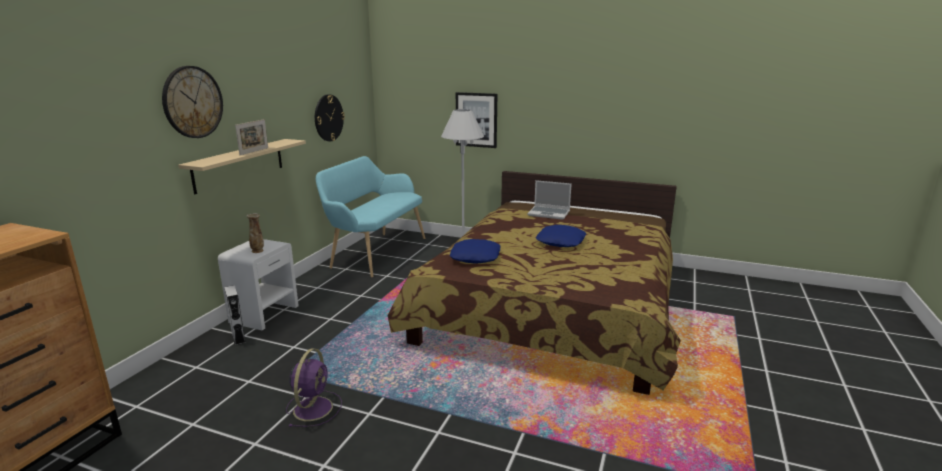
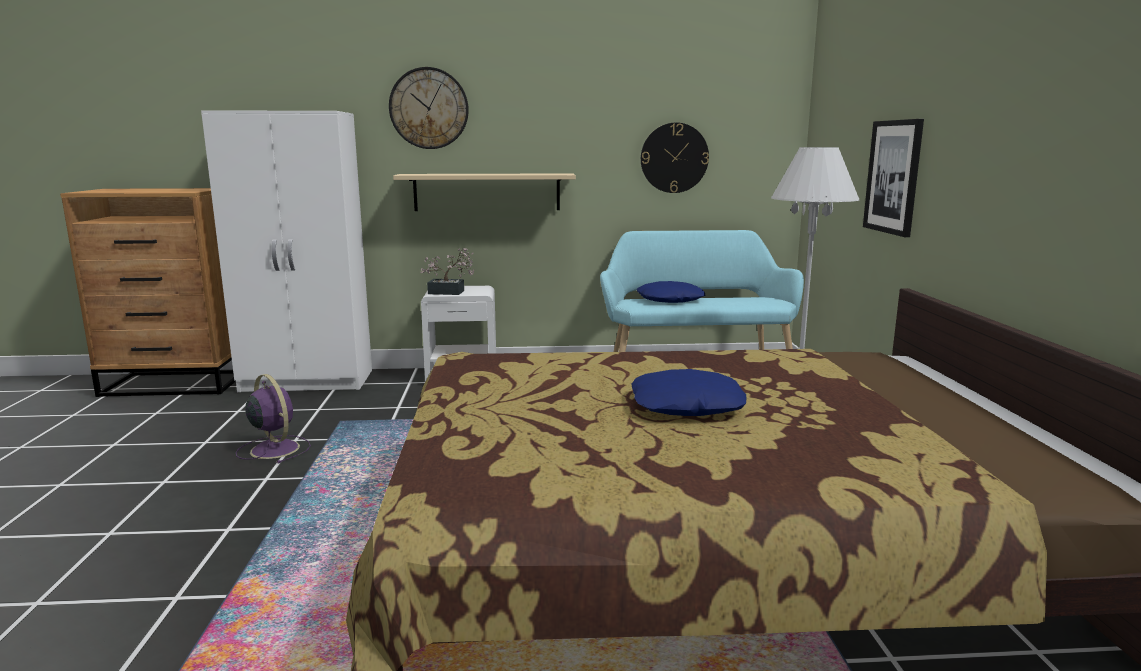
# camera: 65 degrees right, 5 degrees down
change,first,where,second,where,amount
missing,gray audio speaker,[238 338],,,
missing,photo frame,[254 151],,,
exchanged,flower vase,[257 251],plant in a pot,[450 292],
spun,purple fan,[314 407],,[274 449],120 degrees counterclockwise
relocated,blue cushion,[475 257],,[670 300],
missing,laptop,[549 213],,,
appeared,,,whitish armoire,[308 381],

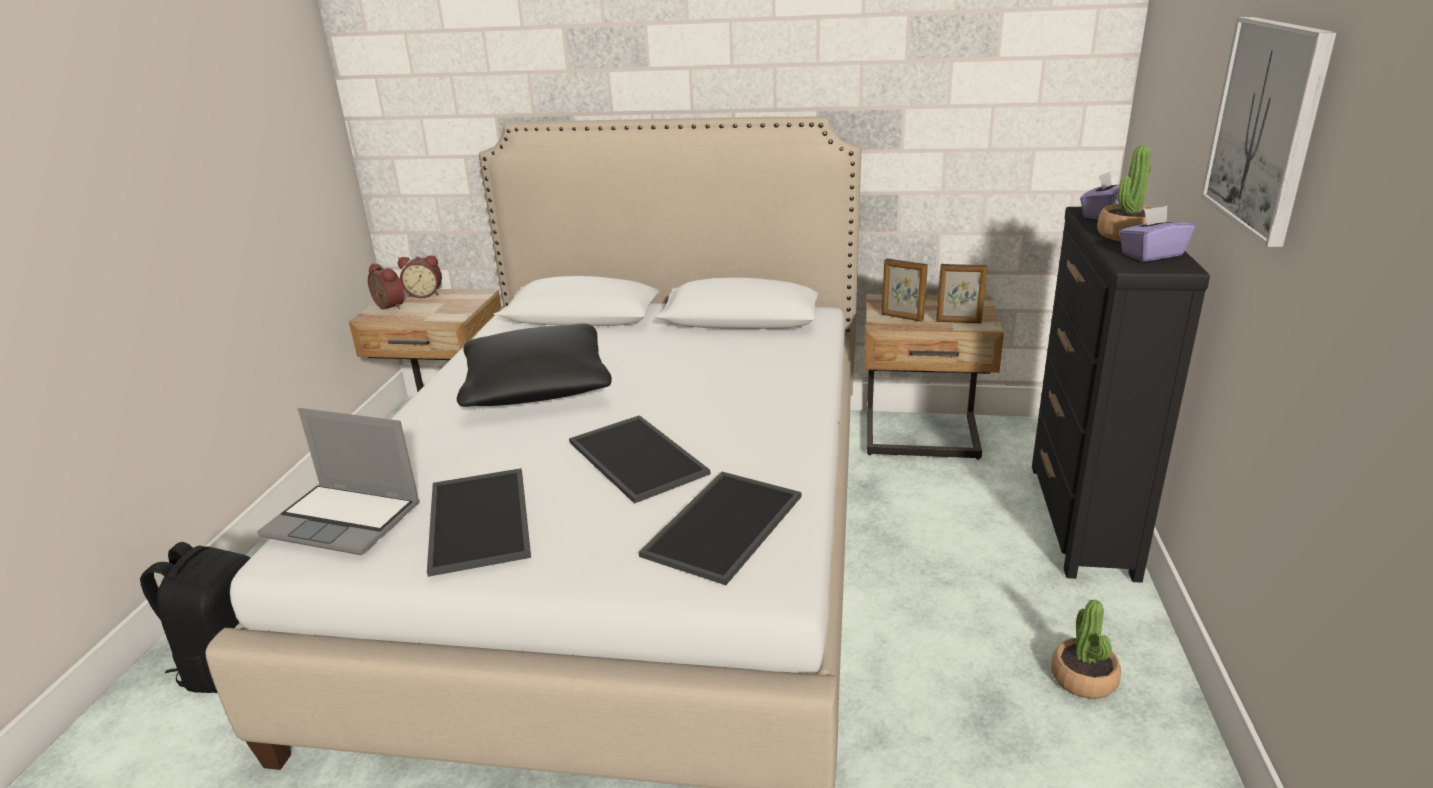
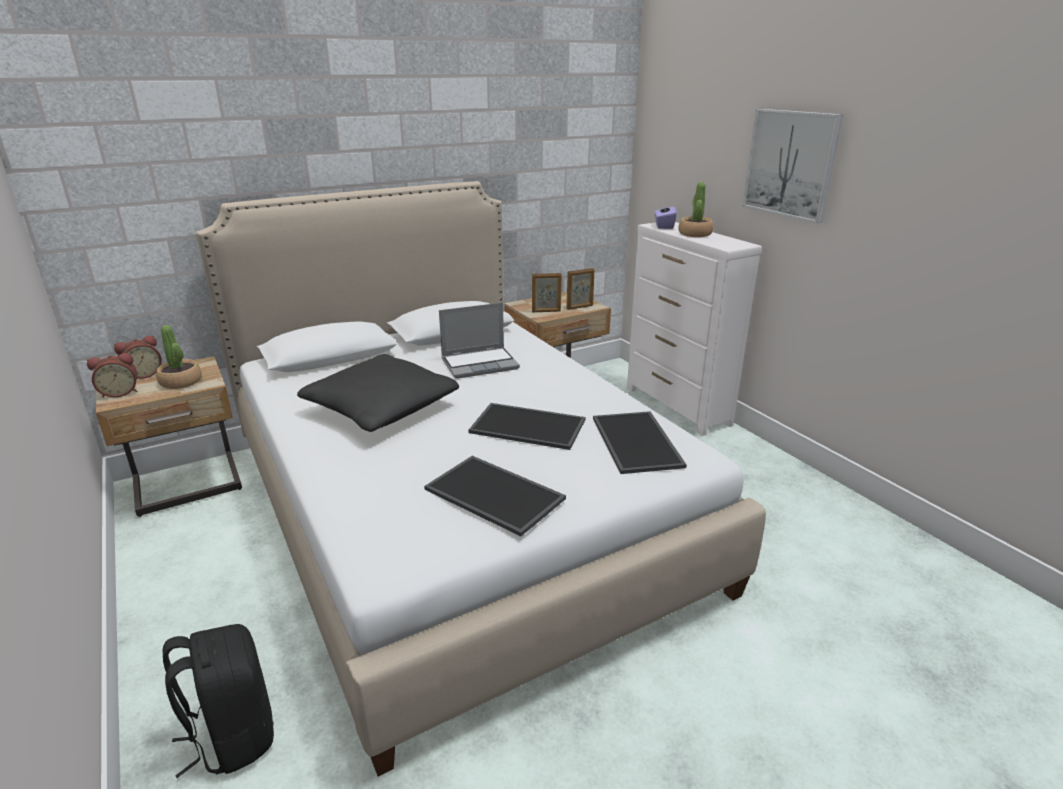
# camera: 40 degrees left, 0 degrees up
change,first,where,second,where,amount
relocated,laptop,[345 520],,[480 364],
spun,alarm clock,[387 307],,[120 392],150 degrees clockwise
colour,blackish dresser,[1081 519],whitish dresser,[677 406],
relocated,plant in a pot,[1083 678],,[181 382],
missing,purple box of tissues,[1151 255],,,

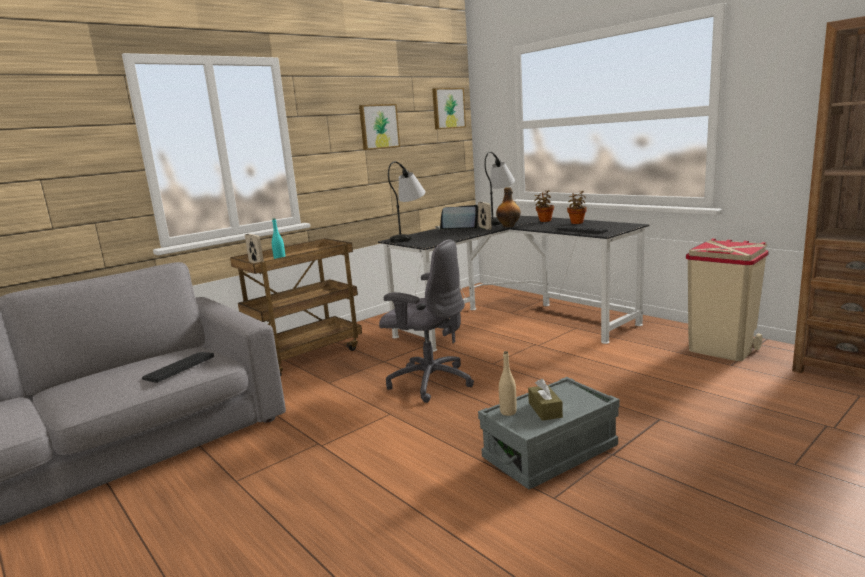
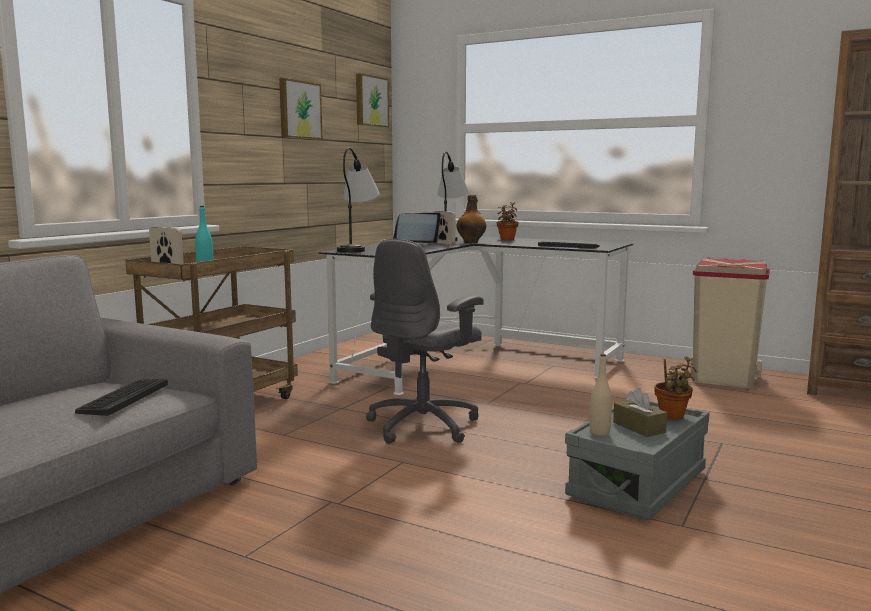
# camera: 20 degrees left, 5 degrees down
change,first,where,second,where,amount
spun,gray office chair,[429 382],,[424 425],120 degrees clockwise
relocated,plant in a pot,[577 223],,[673 416],

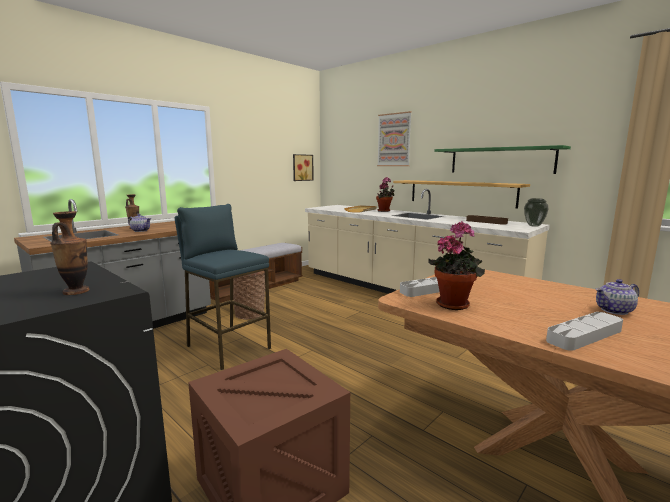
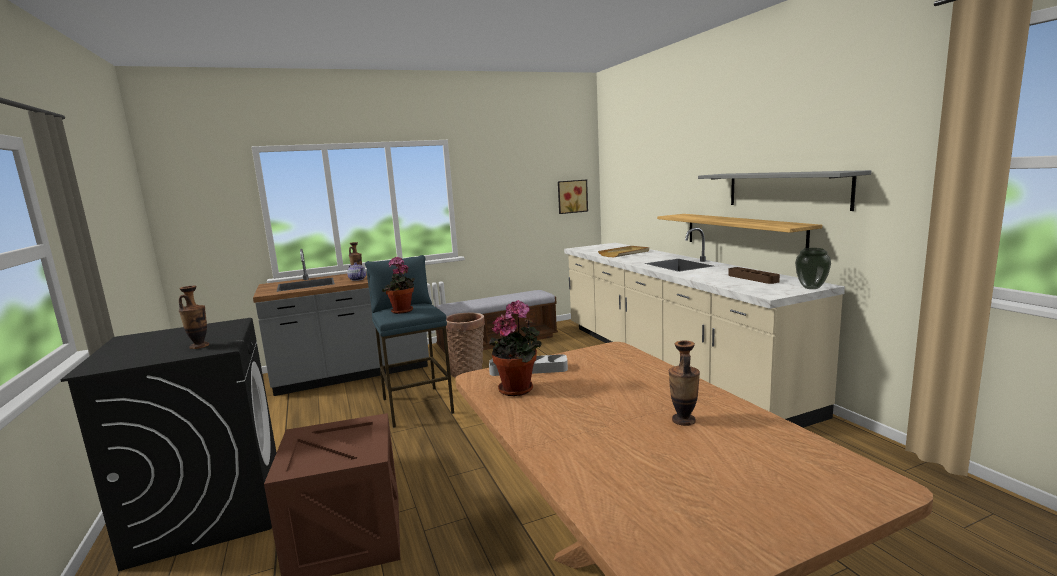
# camera: 25 degrees right, 0 degrees up
change,first,where,second,where,amount
relocated,plant in a pot,[384 211],,[402 311],
missing,wall picture,[394 140],,,
colour,green-coloured bracket shelf,[500 160],gray bracket shelf,[786 190],
missing,gray tray,[584 335],,,
exchanged,tea pot,[615 310],flower vase,[683 420],

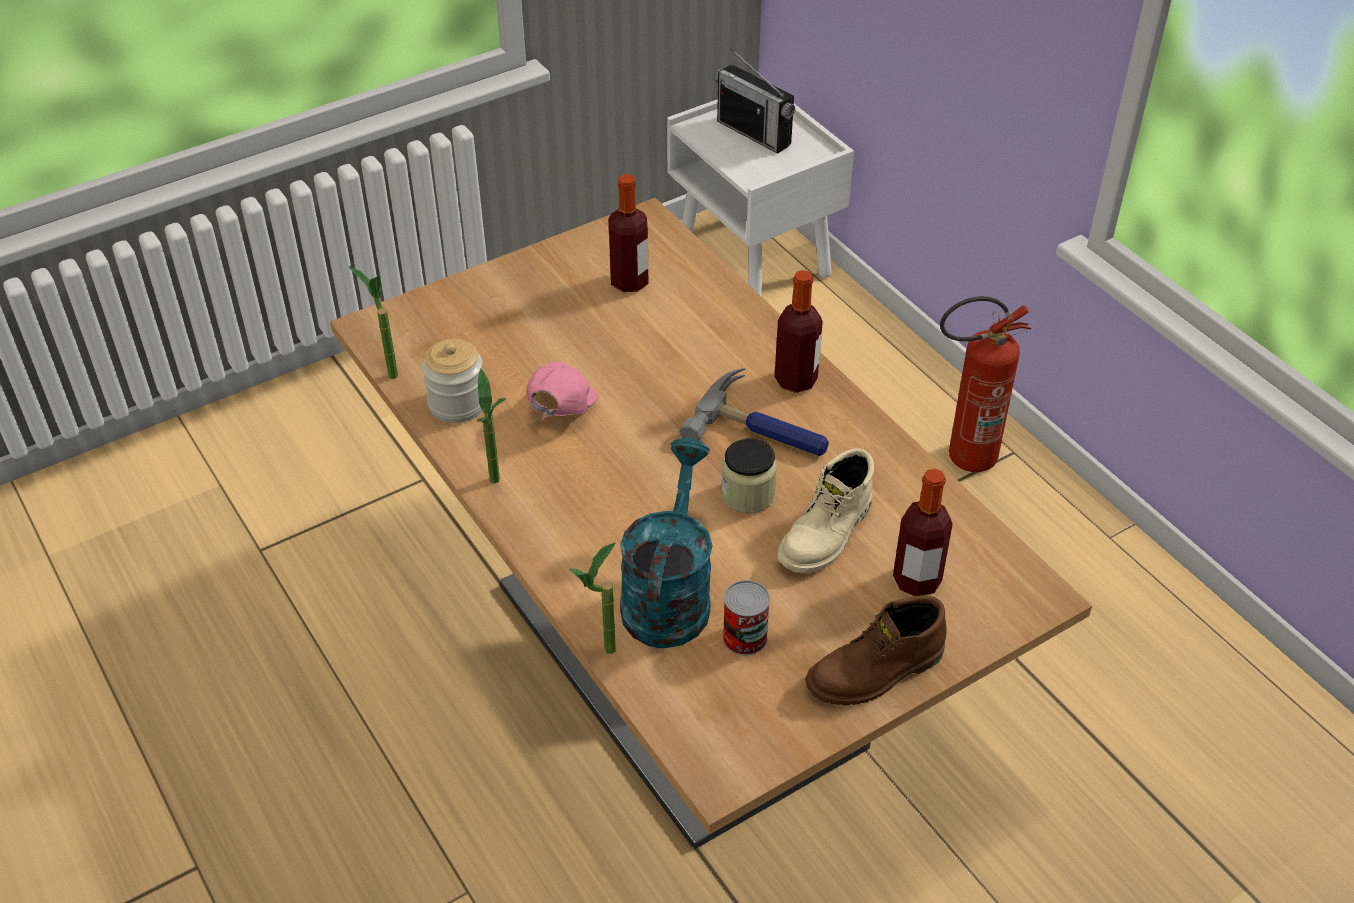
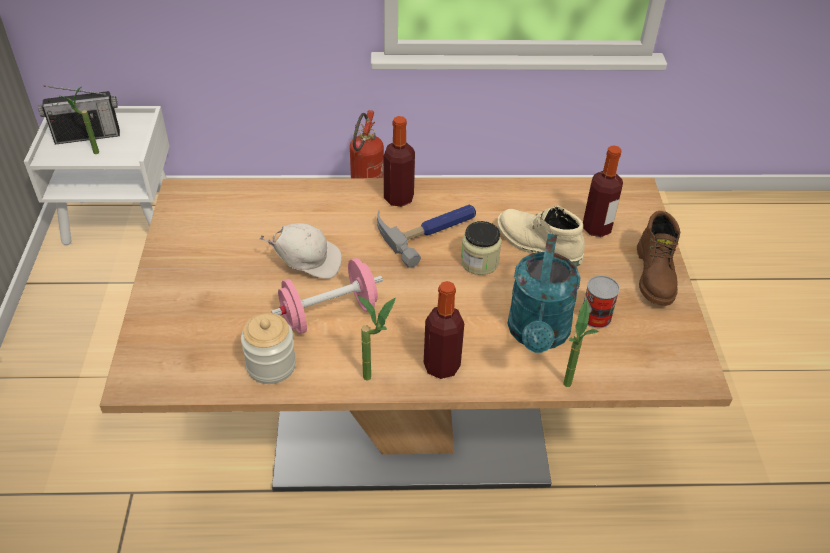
# camera: 60 degrees left, 0 degrees up
change,first,where,second,where,amount
relocated,plant in a pot,[386 371],,[90 153],
exchanged,pinkish cap,[560 411],pinkish hand weight,[329 314],
relocated,beverage bottle,[629 282],,[441 366],
spun,blue-green watering pot,[668 594],,[538 335],120 degrees counterclockwise
spun,sand-coloured tall boot,[827 535],,[537 245],150 degrees clockwise
appeared,,,whitish cap,[307 263],

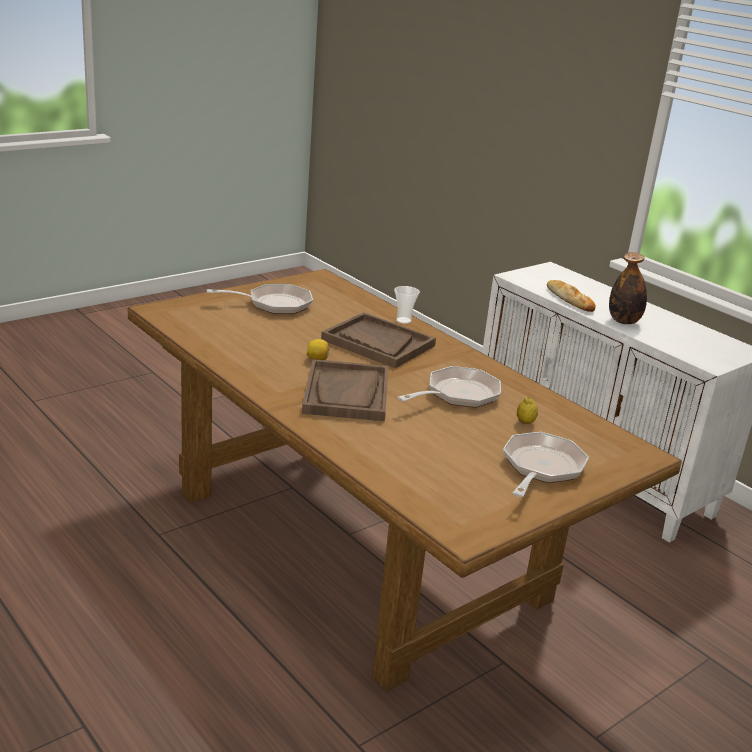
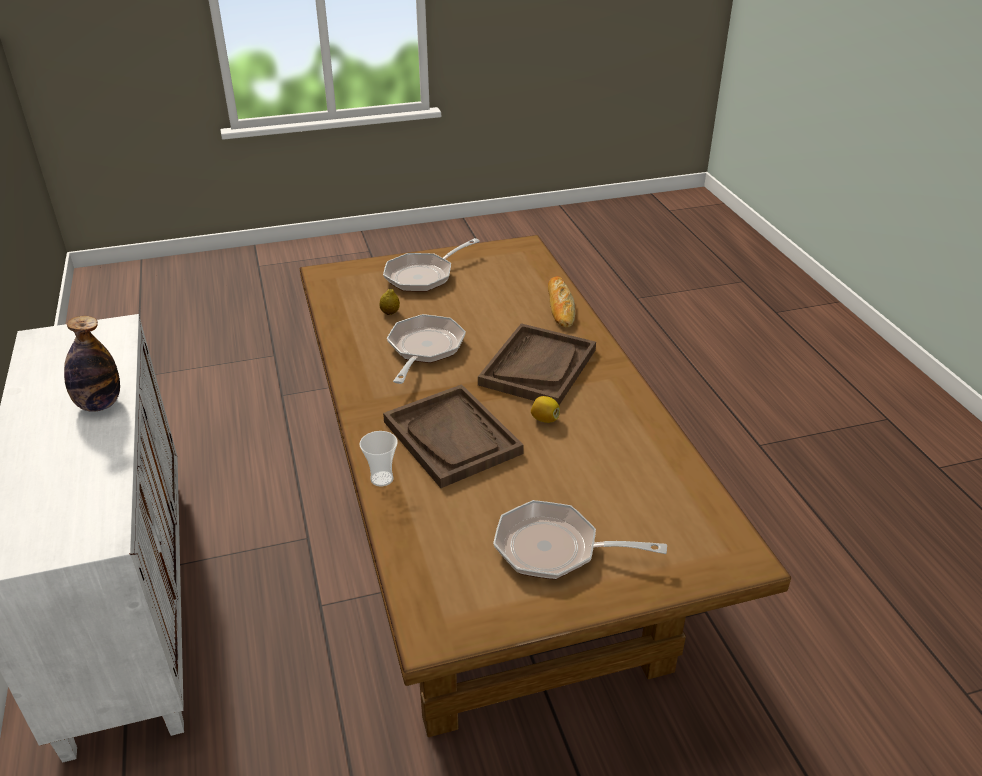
# camera: 155 degrees left, 10 degrees up
change,first,where,second,where,amount
spun,skillet,[458 395],,[424 349],120 degrees clockwise
relocated,bread,[569 299],,[560 306],

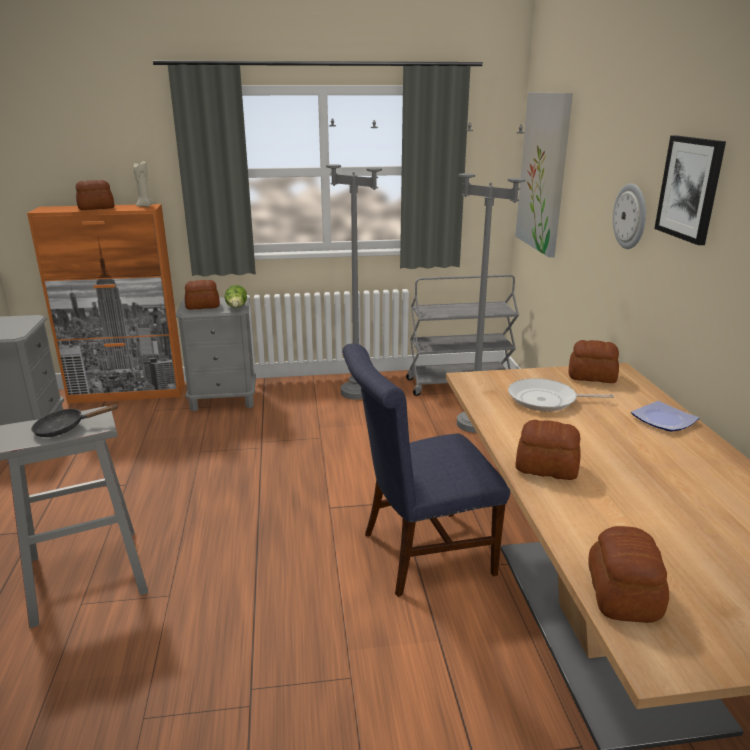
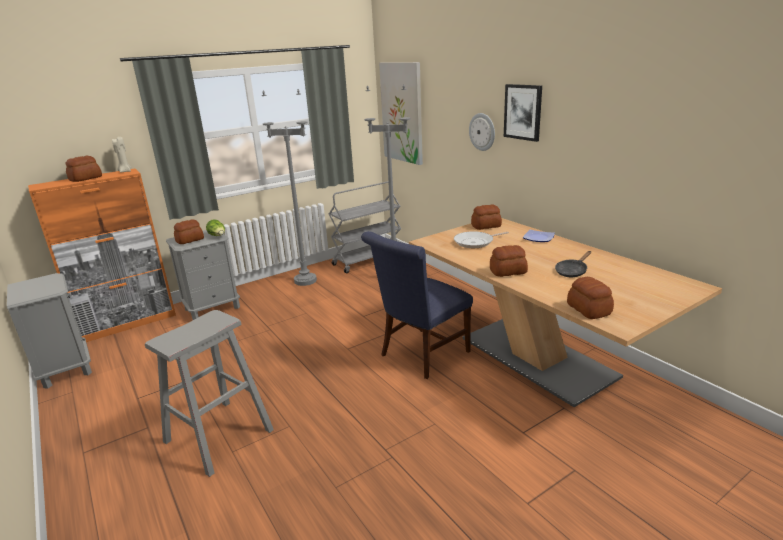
# camera: 25 degrees left, 0 degrees up
change,first,where,second,where,amount
relocated,blackish skillet,[65 428],,[572 271],

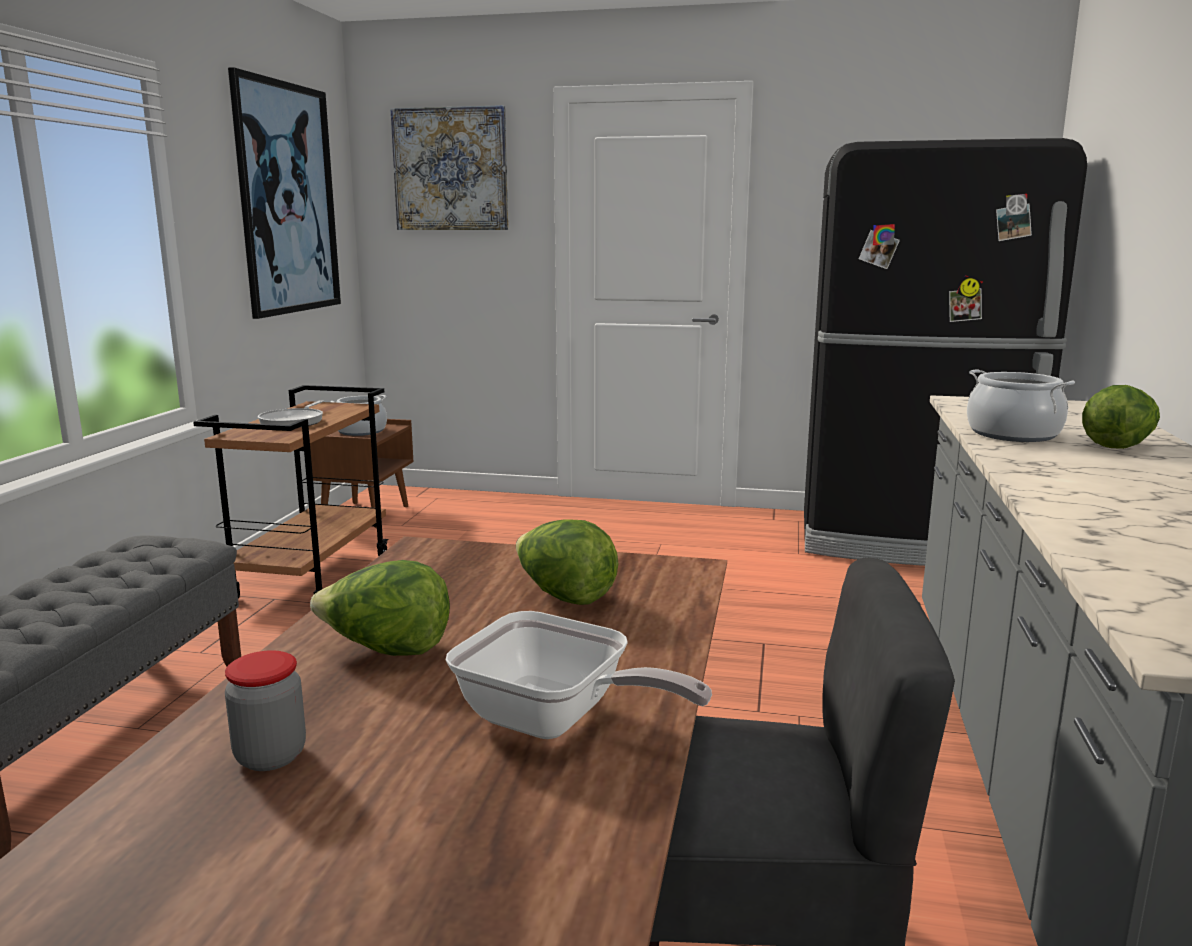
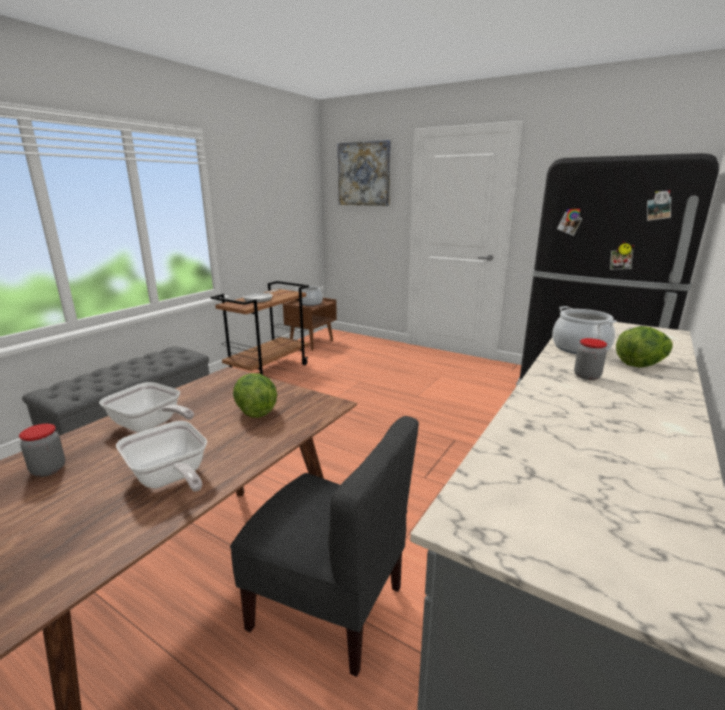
# camera: 20 degrees right, 5 degrees up
change,first,where,second,where,amount
missing,wall picture,[287 199],,,
exchanged,head of lettuce,[386 650],skillet,[150 426],
appeared,,,jar,[587 376],

